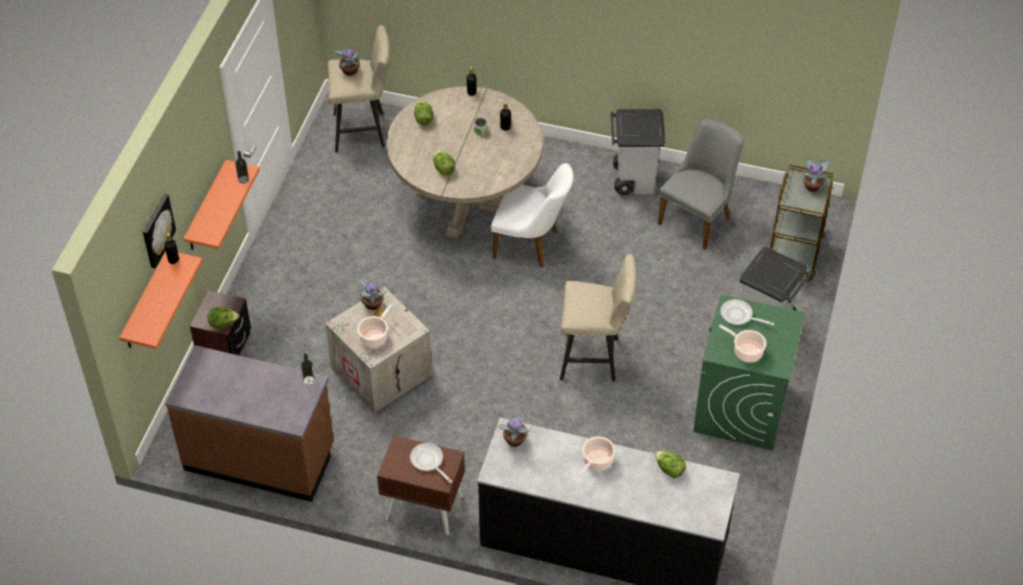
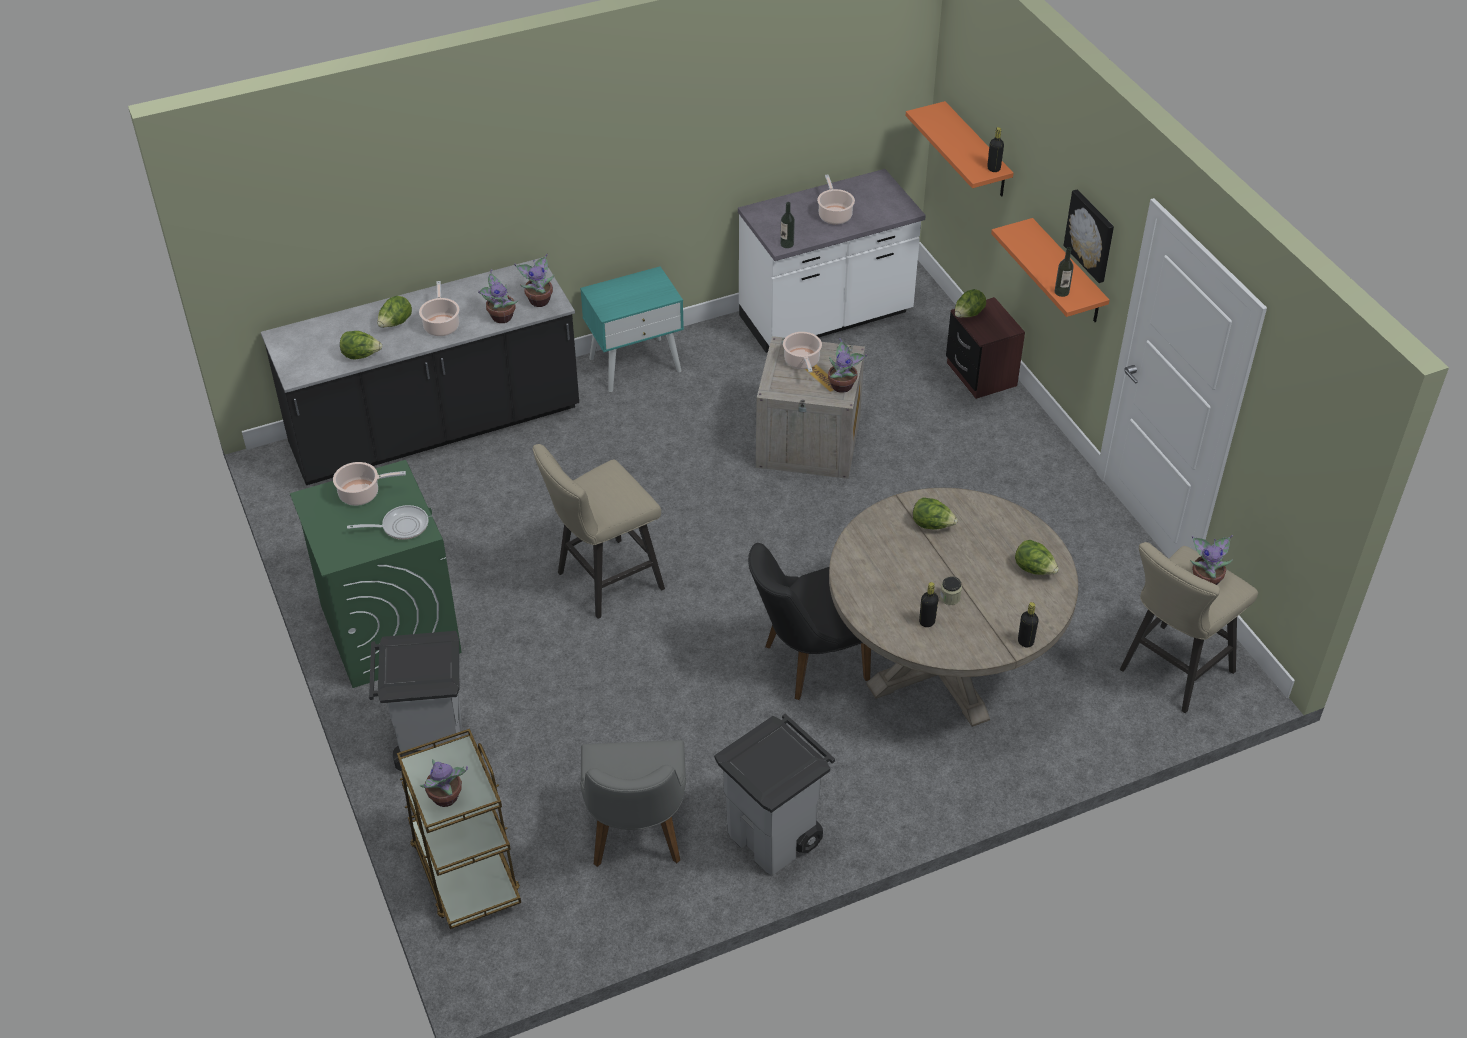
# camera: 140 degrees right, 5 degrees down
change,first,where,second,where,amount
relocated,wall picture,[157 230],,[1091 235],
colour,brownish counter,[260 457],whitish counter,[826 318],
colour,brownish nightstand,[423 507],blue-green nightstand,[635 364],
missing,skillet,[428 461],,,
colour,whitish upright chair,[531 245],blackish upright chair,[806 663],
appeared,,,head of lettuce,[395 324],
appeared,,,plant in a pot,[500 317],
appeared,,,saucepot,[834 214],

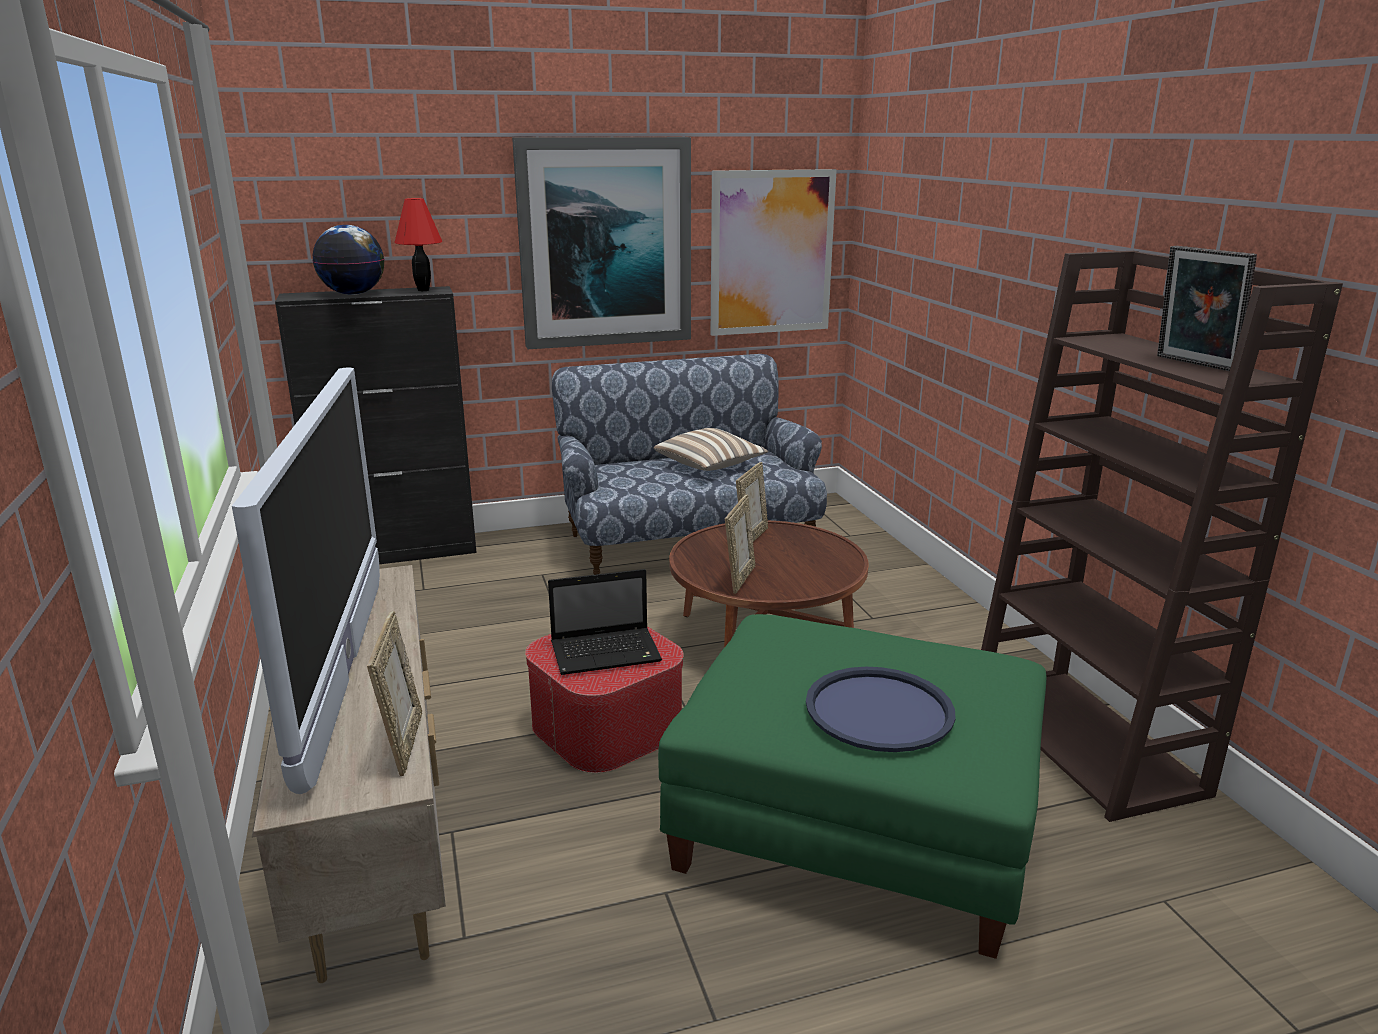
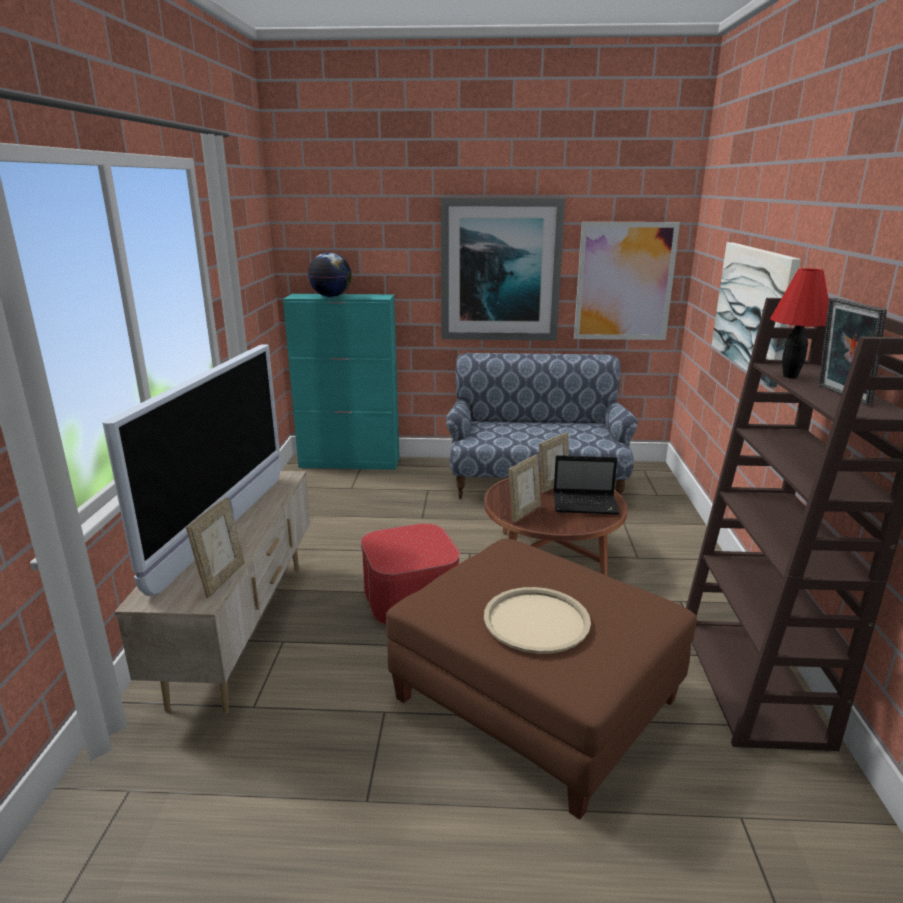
# camera: 20 degrees right, 0 degrees up
change,first,where,second,where,amount
colour,blackish cabinet,[399 552],blue-green cabinet,[350 463],
relocated,reddish table lamp,[422 290],,[789 376],
relocated,laptop,[608 653],,[586 505],
missing,cushion,[710 466],,,
colour,green-coloured ottoman,[854 823],brownish ottoman,[534 699],
colour,blue tray,[879 710],sand-coloured tray,[536 621],
appeared,,,wall picture,[753 308],

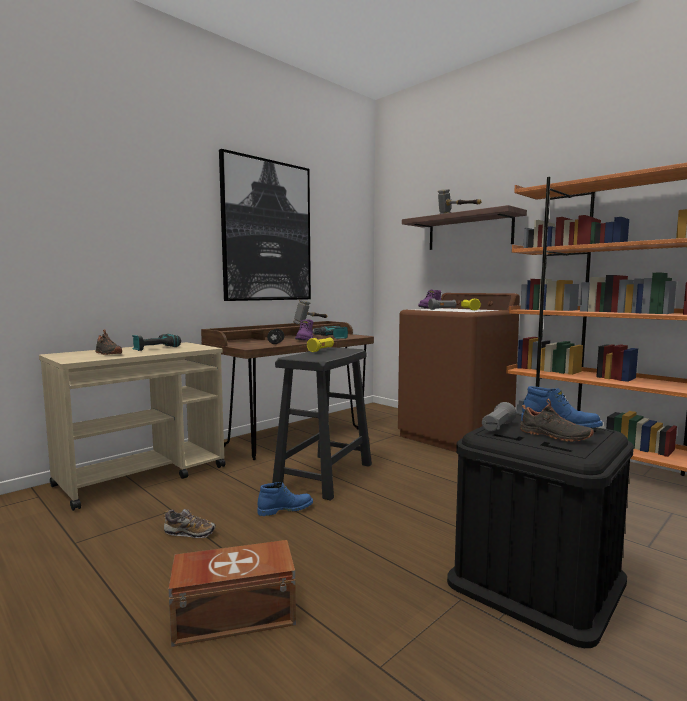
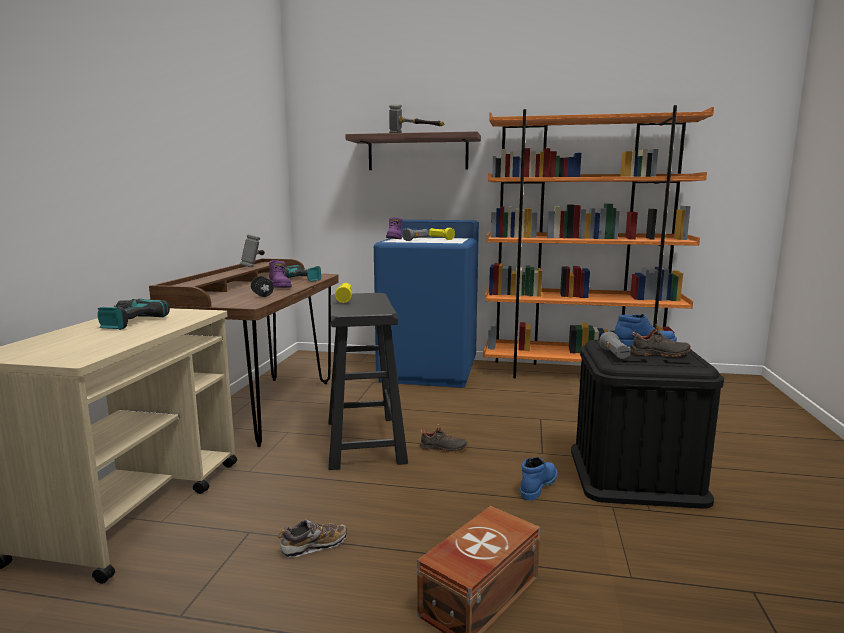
# camera: 35 degrees left, 5 degrees up
change,first,where,second,where,amount
relocated,blackish low shoe,[107 353],,[443 449],
missing,wall picture,[267 231],,,
relocated,blue tall boot,[285 509],,[537 486],
colour,brownish laundry appliance,[455 436],blue laundry appliance,[429 371],

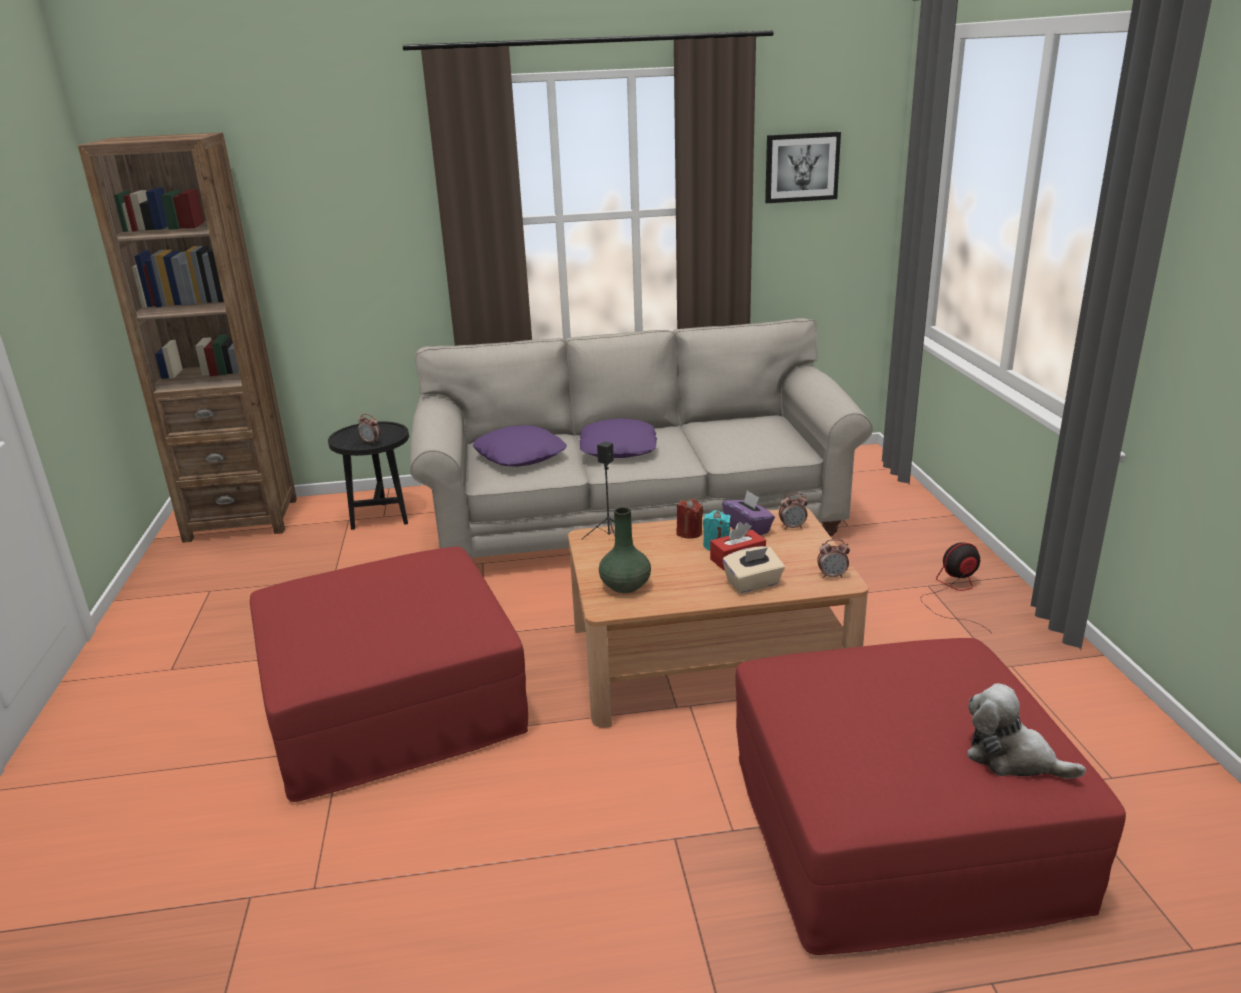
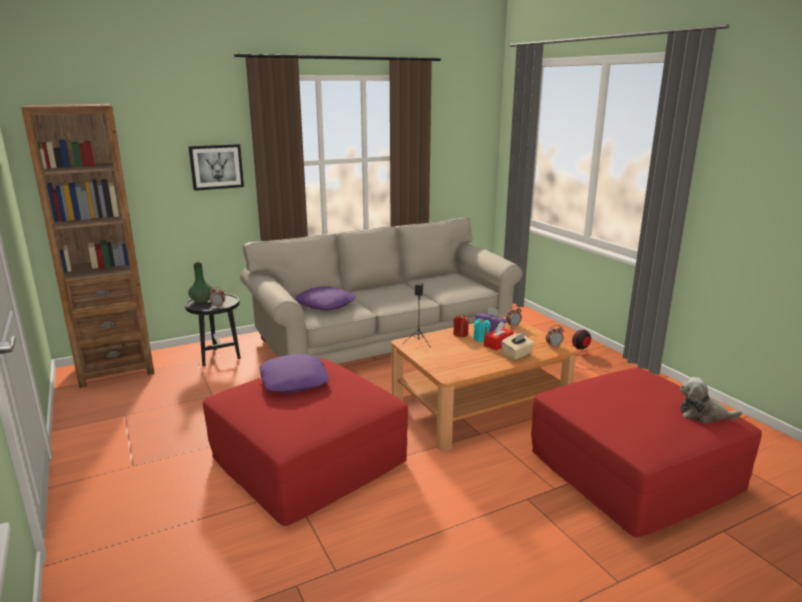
# camera: 20 degrees left, 5 degrees down
change,first,where,second,where,amount
relocated,purple cushion,[619 448],,[294 381],
relocated,green-coloured flower vase,[625 586],,[201 300],
relocated,wall picture,[801 167],,[216 166],

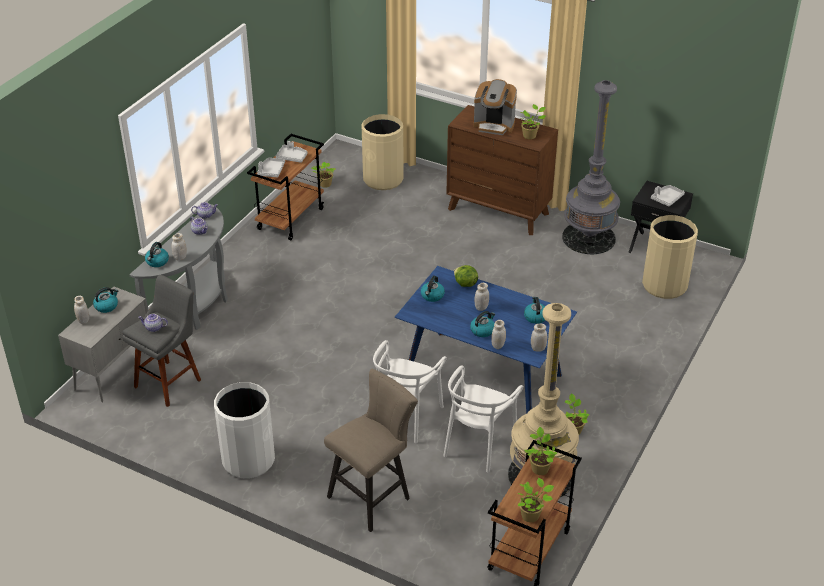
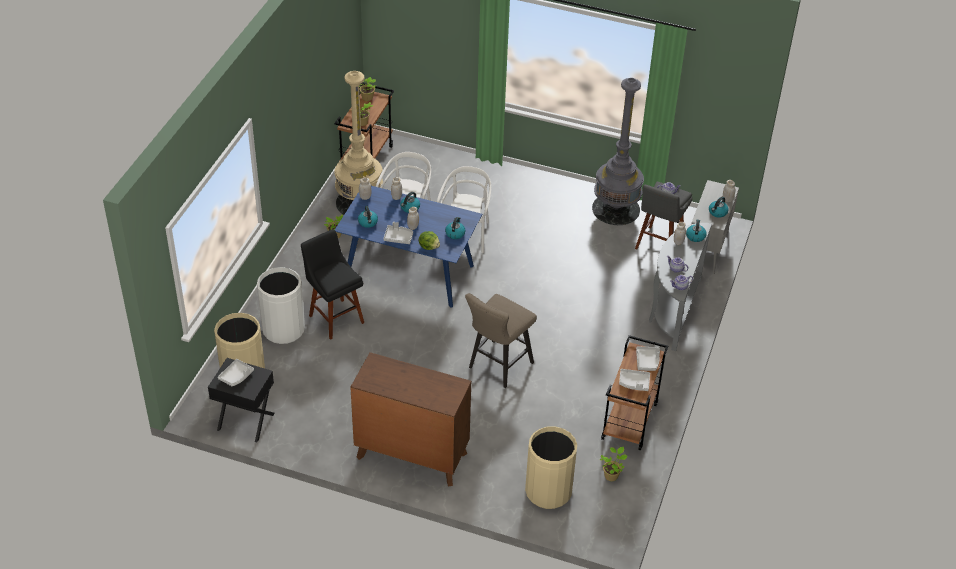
# camera: 170 degrees right, 5 degrees up
change,first,where,second,where,amount
relocated,whitish rubbish bin,[248 460],,[283 329],
relocated,sand-coloured stool seat,[373 496],,[497 367],
missing,coffee brewer,[494 125],,,
missing,plant in a pot,[530 135],,,
relocated,gray floor lamp,[588 238],,[616 209],
appeared,,,blackish stool seat,[335 317],
appeared,,,gray tray,[398 237],

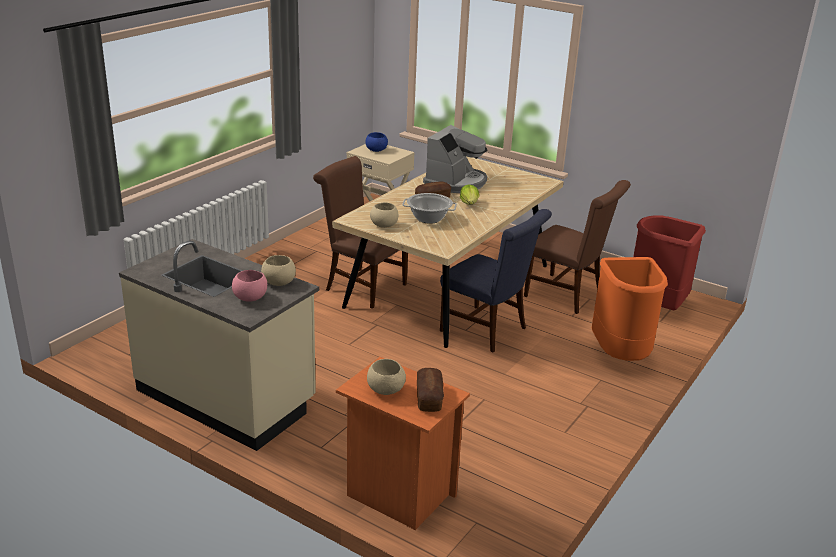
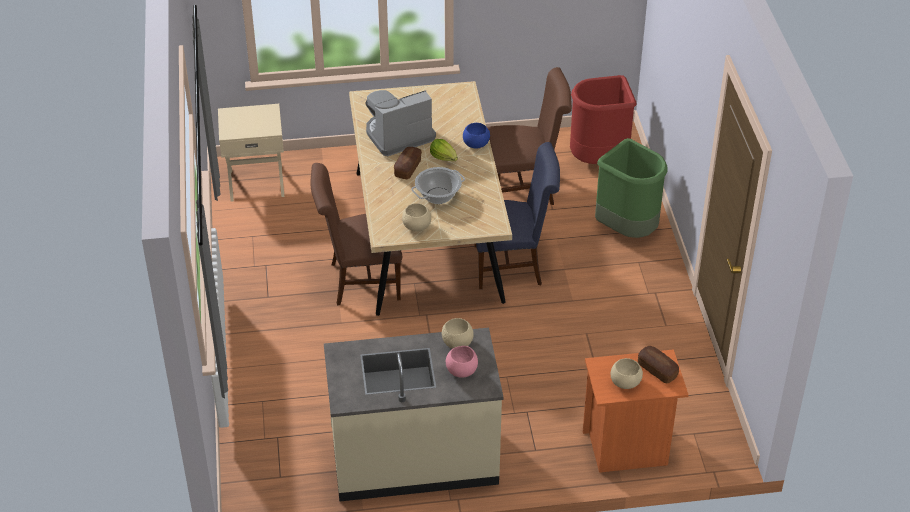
# camera: 40 degrees left, 15 degrees up
change,first,where,second,where,amount
relocated,blue serving bowl,[376 150],,[476 144],
spun,coffee brewer,[456 182],,[398 135],105 degrees counterclockwise
colour,orange rubbish bin,[621 356],green-coloured rubbish bin,[627 229],

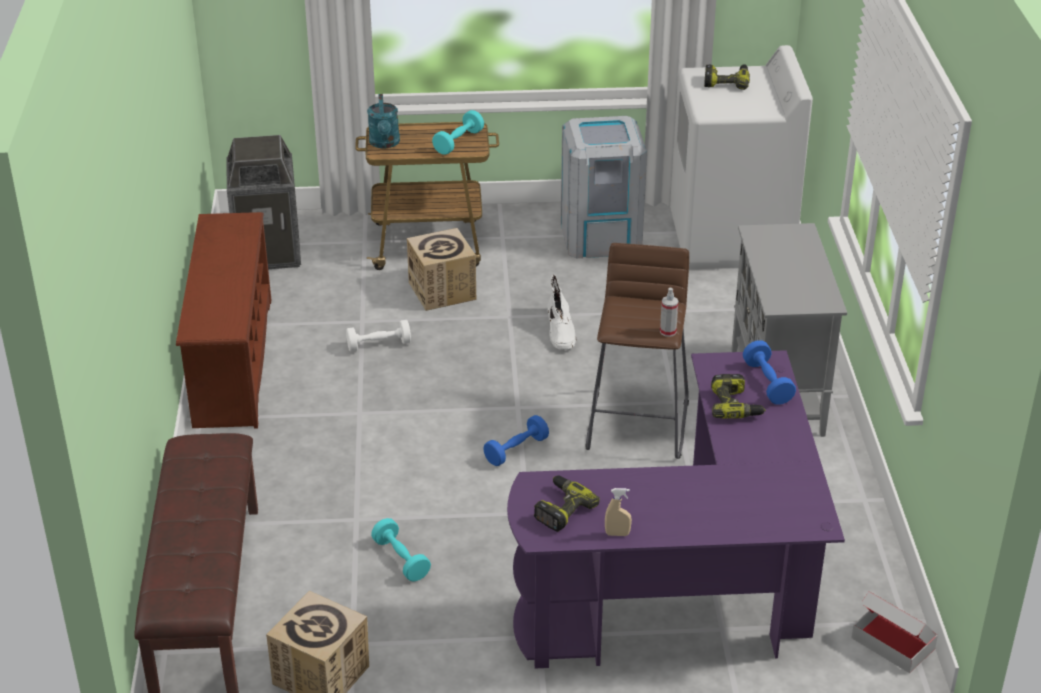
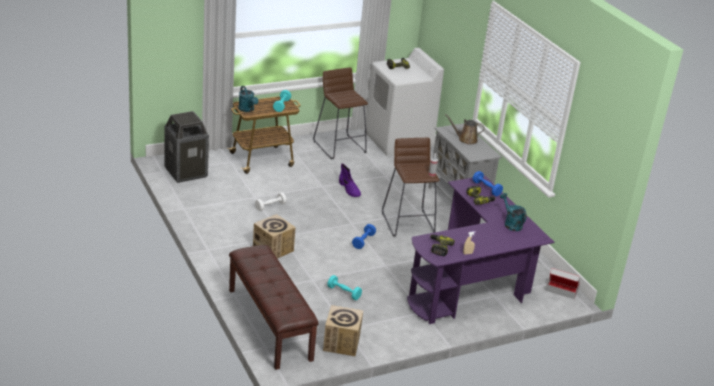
# camera: 25 degrees left, 5 degrees down
change,first,where,second,where,amount
missing,brownish shoe stand,[231 361],,,
relocated,cardboard box,[442 291],,[273 249],
colour,whitish tall boot,[561 332],purple tall boot,[349 189],
exchanged,gray rubbish bin,[601 236],brownish stool seat,[340 146],
appeared,,,brownish watering pot,[465 139],
appeared,,,blue-green watering pot,[511 224],

